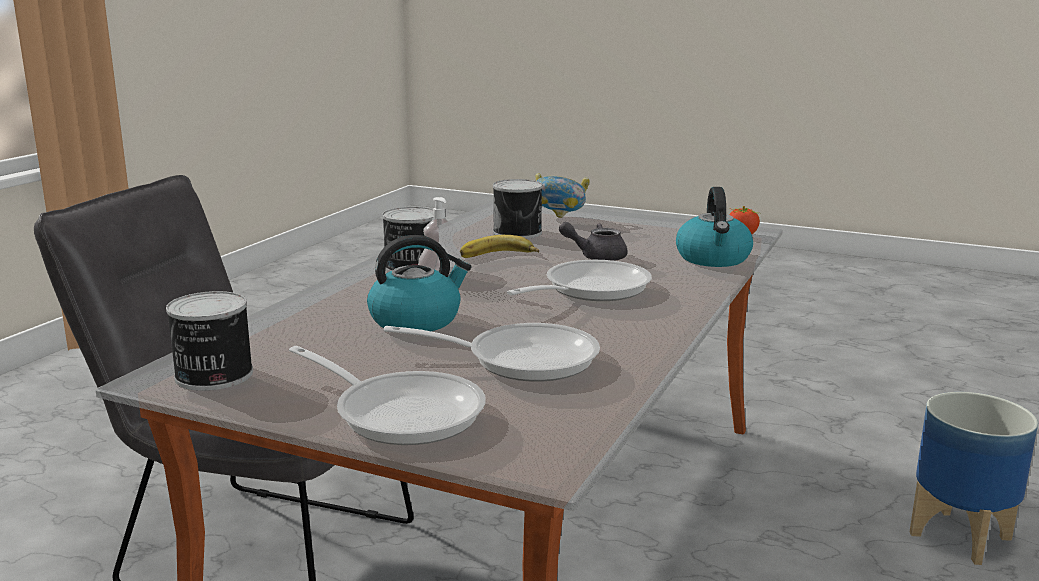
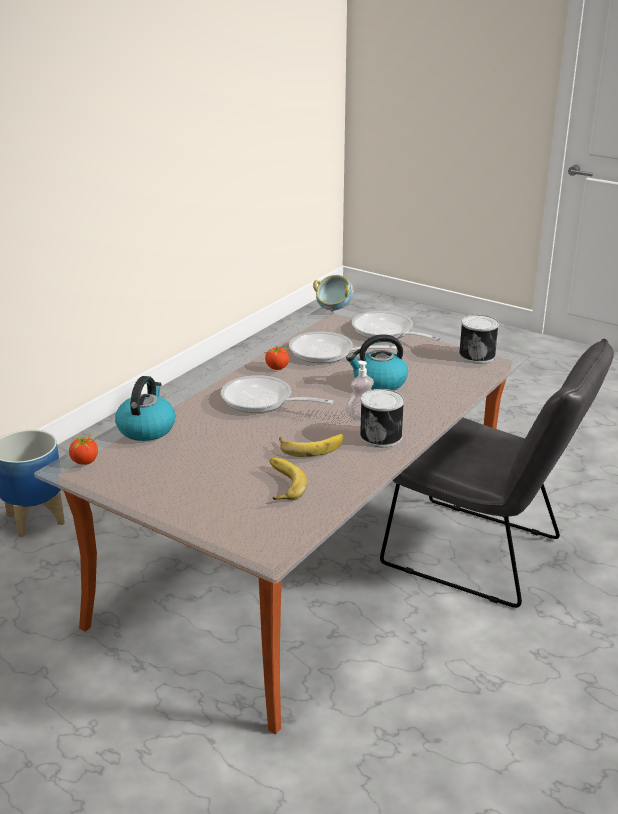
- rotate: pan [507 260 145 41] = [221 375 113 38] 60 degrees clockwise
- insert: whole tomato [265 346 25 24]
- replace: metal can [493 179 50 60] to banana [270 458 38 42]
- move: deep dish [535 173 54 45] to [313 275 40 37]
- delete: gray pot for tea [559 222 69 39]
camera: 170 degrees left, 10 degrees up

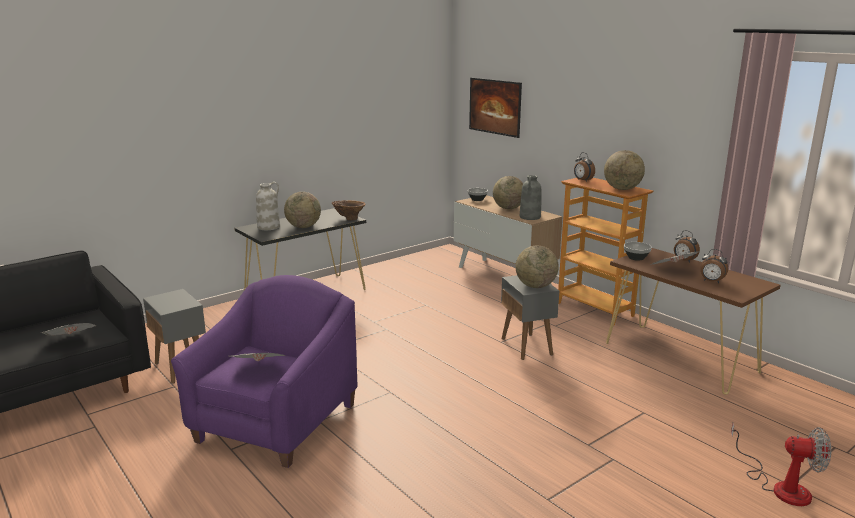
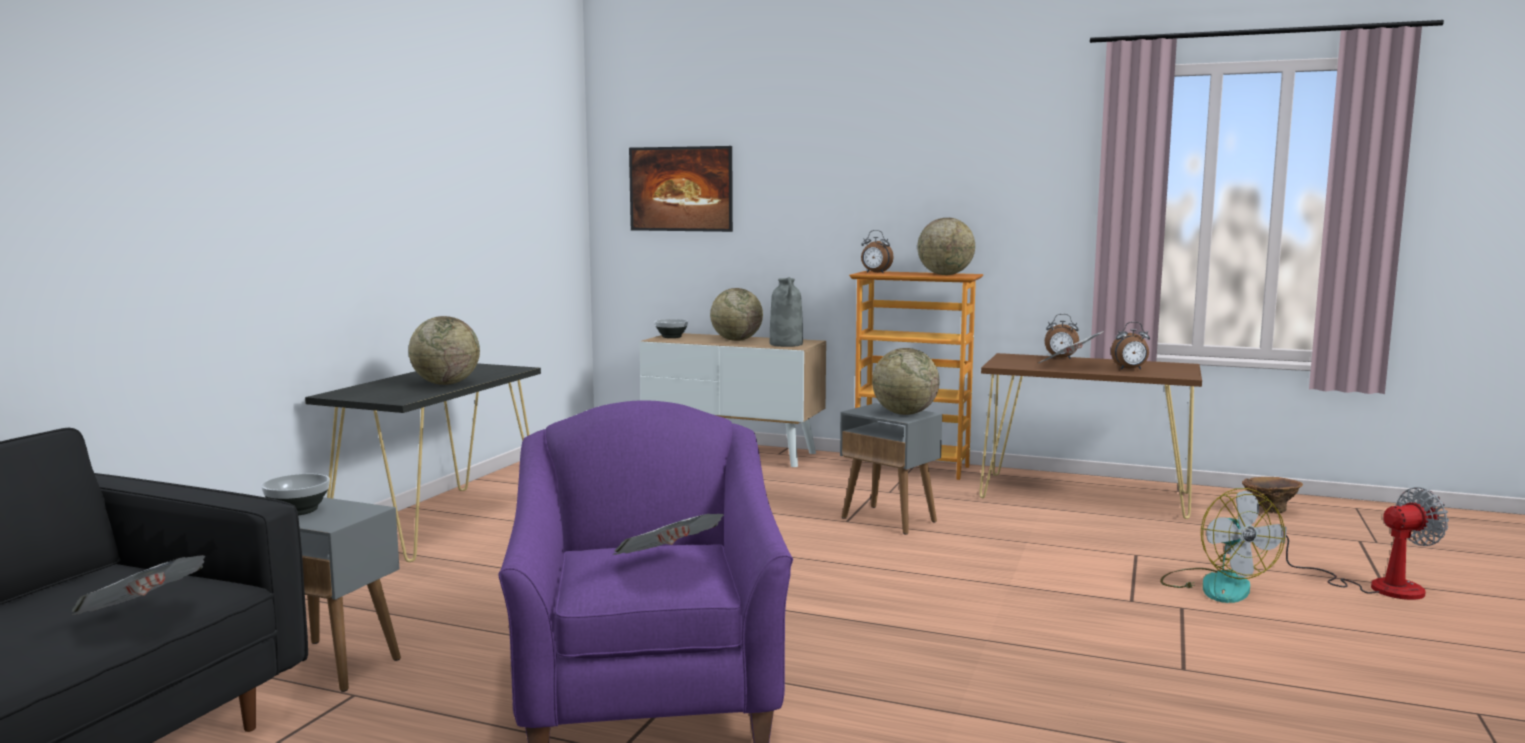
- move: deep dish [624 242 28 19] to [261 474 69 41]
- insert: fan [1160 488 125 115]
- move: brownish flower vase [332 200 34 20] to [1242 477 61 36]
- delete: white-coloured flower vase [256 182 24 48]
camera: 30 degrees left, 10 degrees down

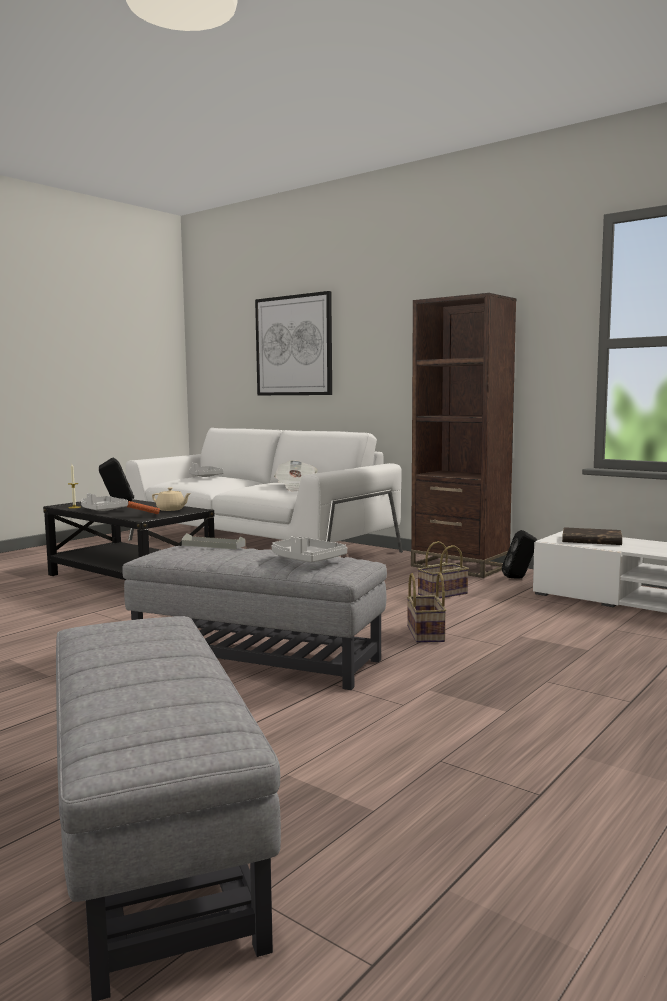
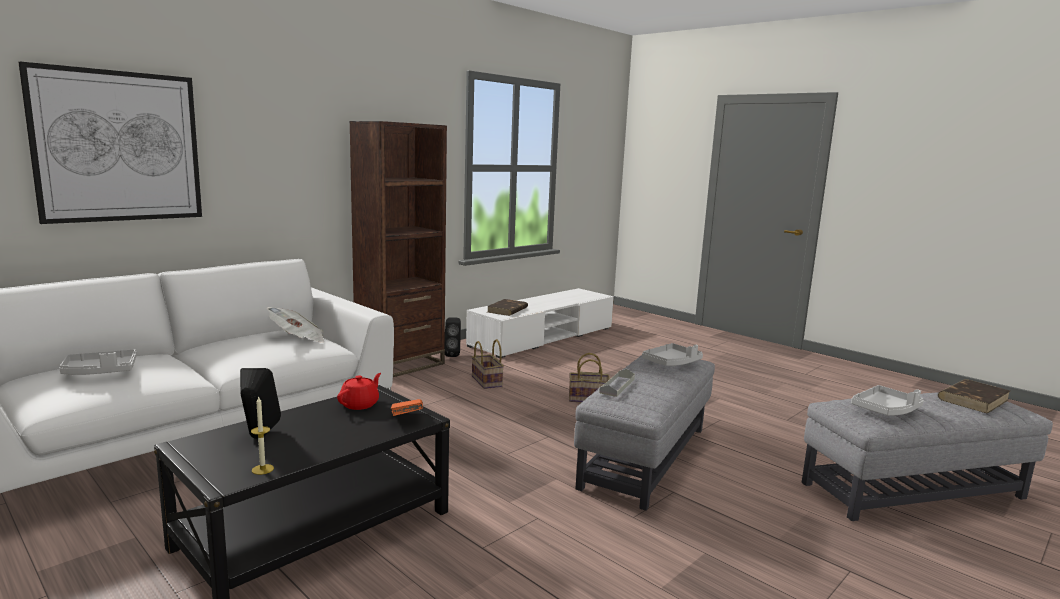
- recolor: beige-coloured pot for tea [152 487 39 24] to reddish pot for tea [337 373 44 37]
- move: gray serving tray [81 493 47 18] to [851 385 73 31]
- insert: brownish book [938 379 72 35]
camera: 85 degrees left, 5 degrees up

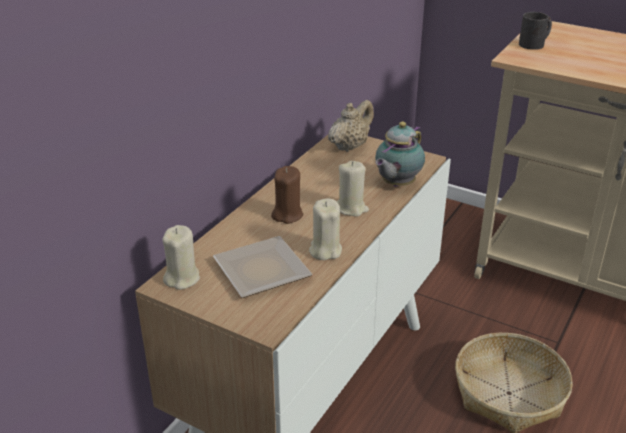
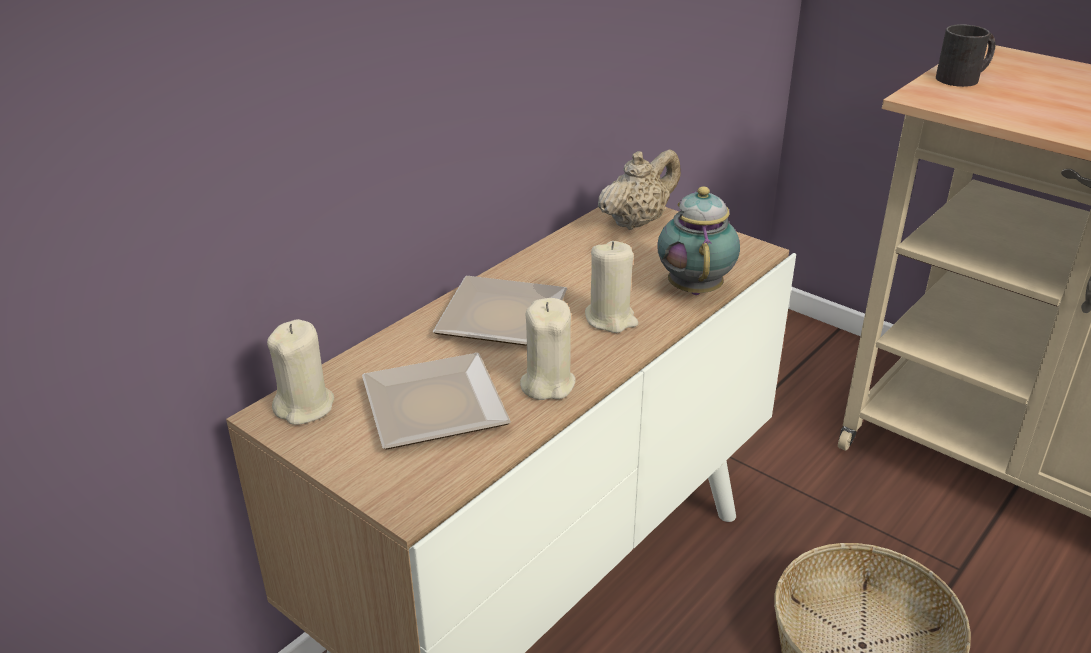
- replace: brownish wax light [271 166 33 58] to dinner plate [433 276 134 70]
- rotate: pot for tea [375 122 50 65] = [657 186 83 109] 135 degrees clockwise
camera: 10 degrees right, 0 degrees up

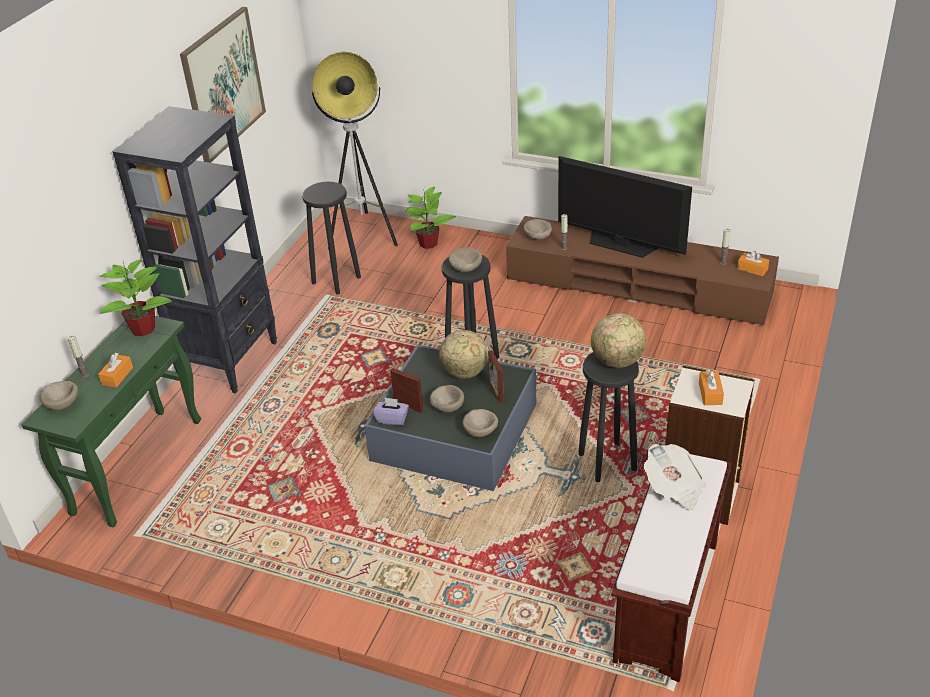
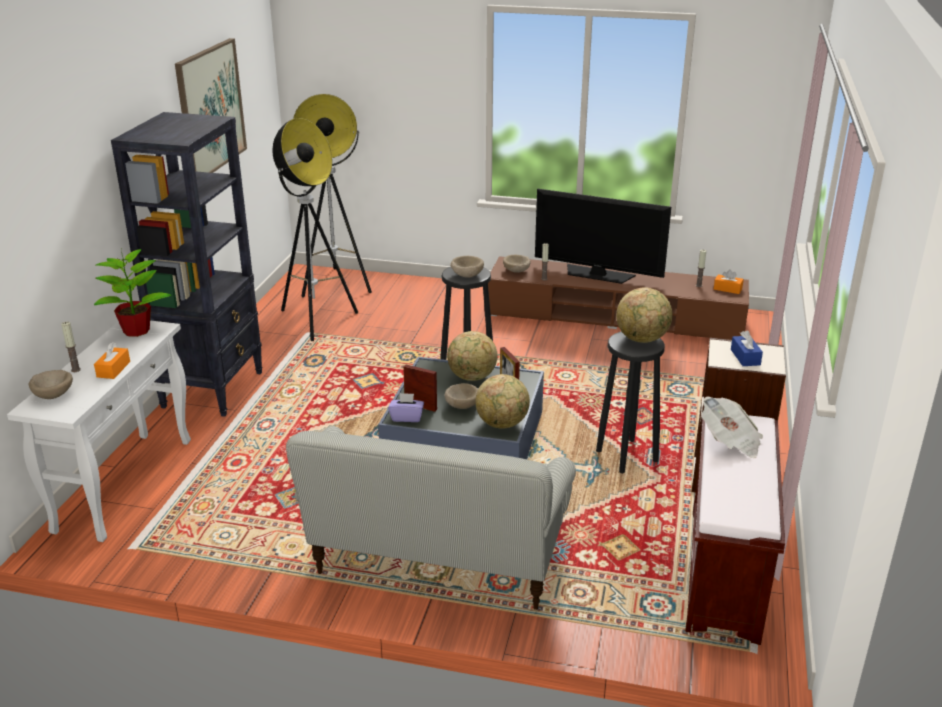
- recolor: green-coloured hall table [21 316 180 211] to white-coloured hall table [7 320 184 222]
- replace: black sitting stool [302 182 59 112] to floor lamp [272 118 86 223]
- insert: sofa [286 426 290 184]
- replace: beige-coloured deep dish [463 409 35 28] to desk globe [475 374 55 54]
- recolor: orange box of tissues [699 370 25 35] to blue box of tissues [731 331 32 35]
- delete: houseplant [405 186 51 63]
camera: 10 degrees left, 10 degrees down

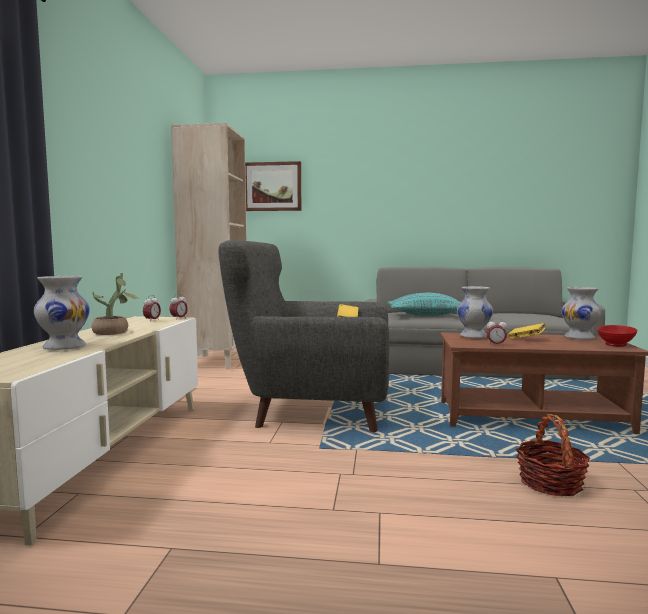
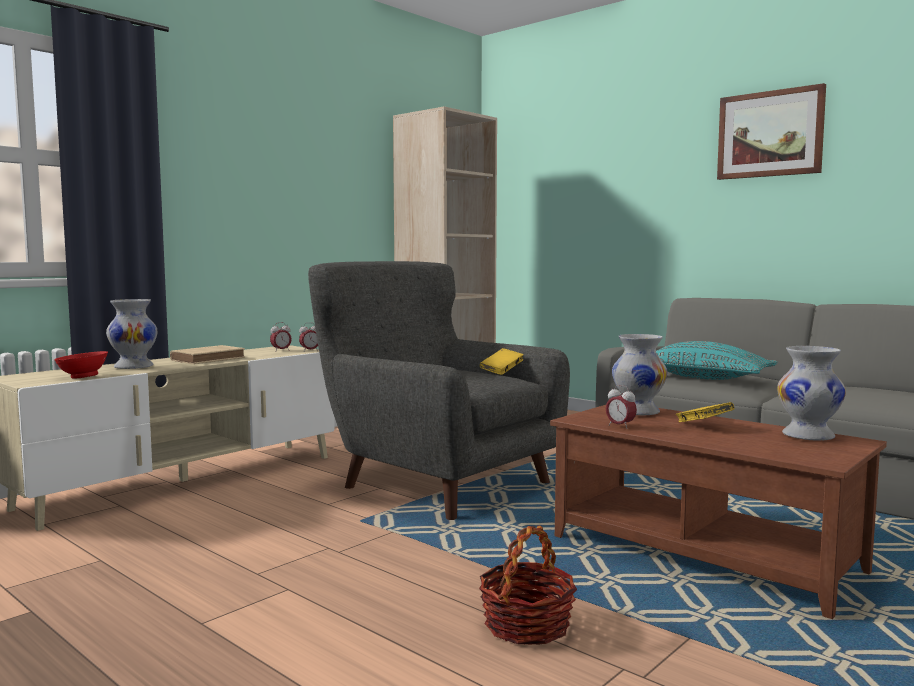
- move: reddish deep dish [597 325 40 22] to [54 351 54 28]
- replace: houseplant [91 273 48 62] to beige-coloured book [170 345 75 19]
- move: wall picture [245 161 56 50] to [717 83 109 97]
camera: 35 degrees right, 0 degrees up

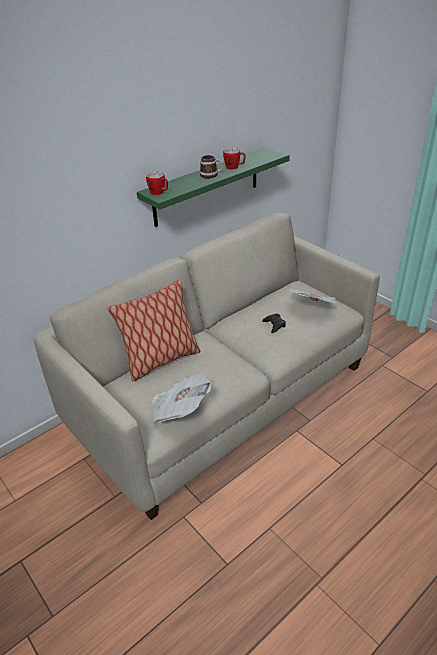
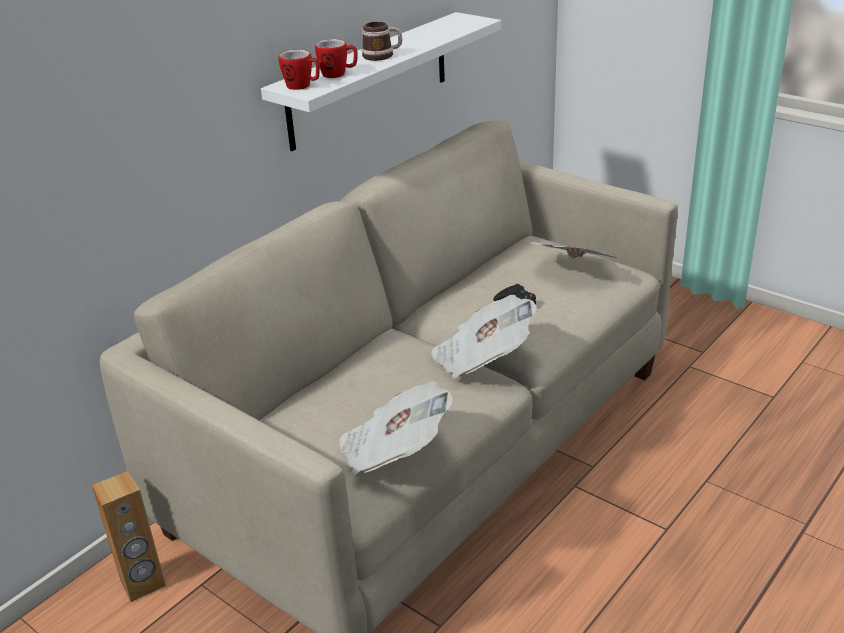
- insert: brownish loudspeaker [91 471 75 131]
- recolor: green-coloured wall shelf [137 147 153 80] to white-coloured wall shelf [261 12 240 139]
- move: tea mug [223 148 23 22] to [315 39 43 39]
- insert: daily paper [431 295 106 83]
- delete: cushion [107 279 94 103]
camera: 10 degrees left, 5 degrees down

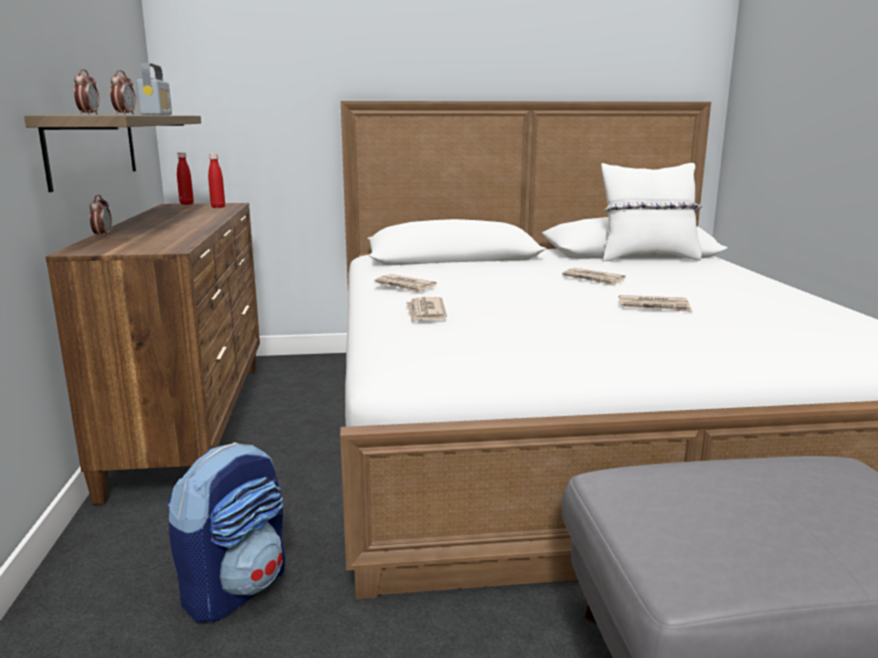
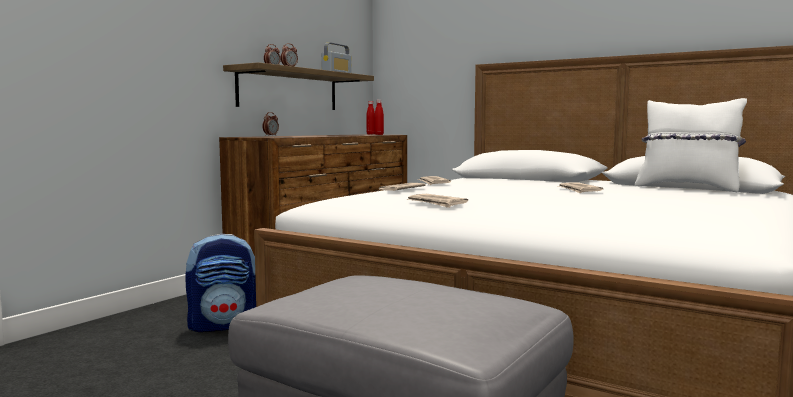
- move: daily paper [619 295 74 18] to [406 194 62 14]
camera: 40 degrees right, 10 degrees down

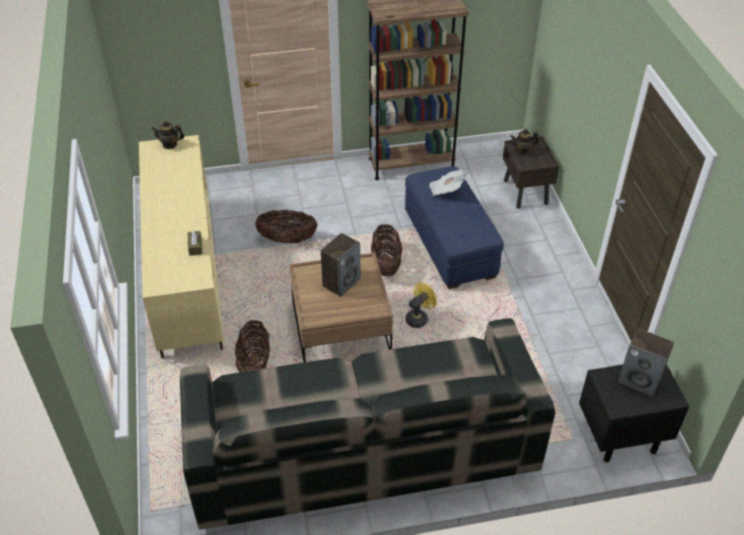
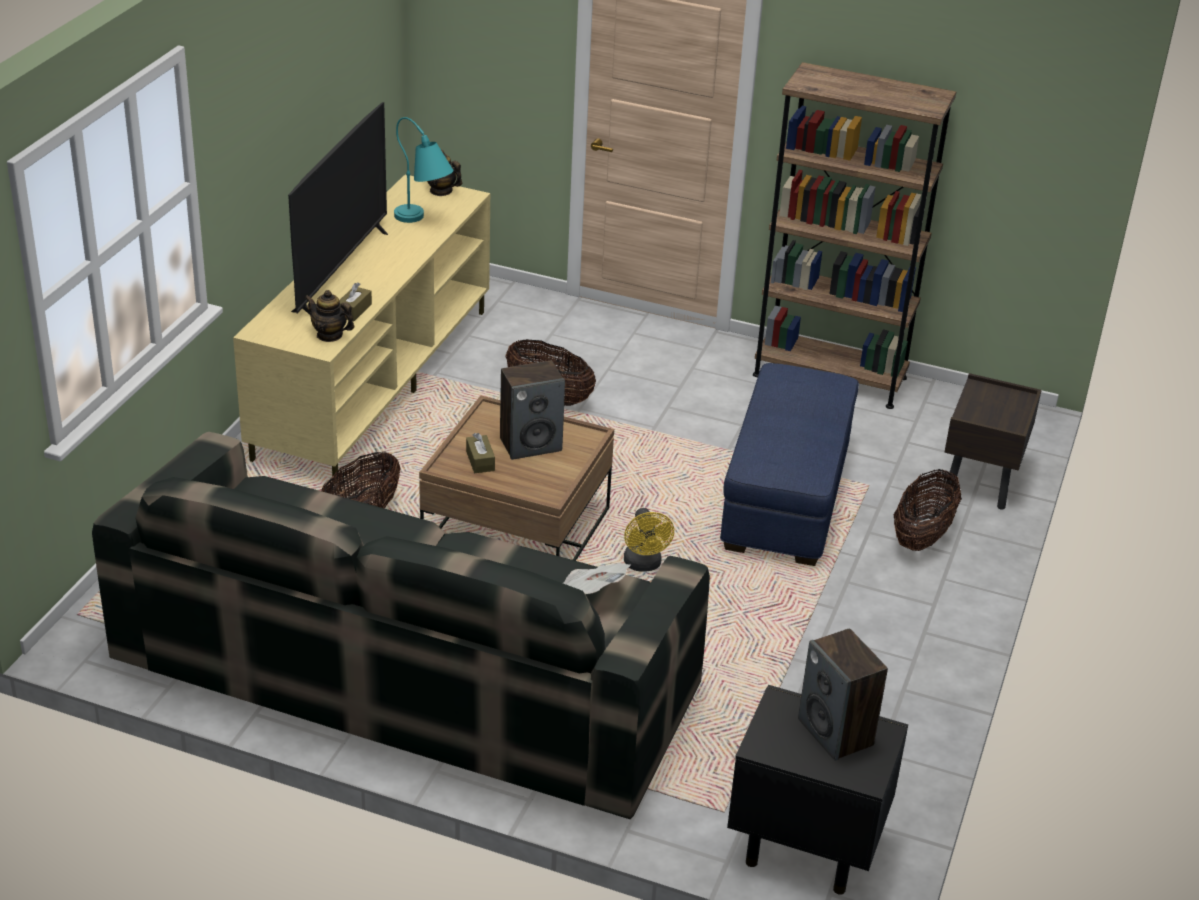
- insert: TV [288 102 100 213]
- move: pot for tea [510 129 29 26] to [304 290 50 52]
- insert: blue-green table lamp [394 117 60 106]
- insert: brownish box of tissues [466 433 29 40]
- move: daily paper [429 170 38 26] to [563 563 68 31]
- rotate: yellow fan [405 283 32 45] = [624 508 50 64] 90 degrees clockwise
- move: basket [371 224 31 52] to [894 469 68 82]
camera: 30 degrees right, 10 degrees down

